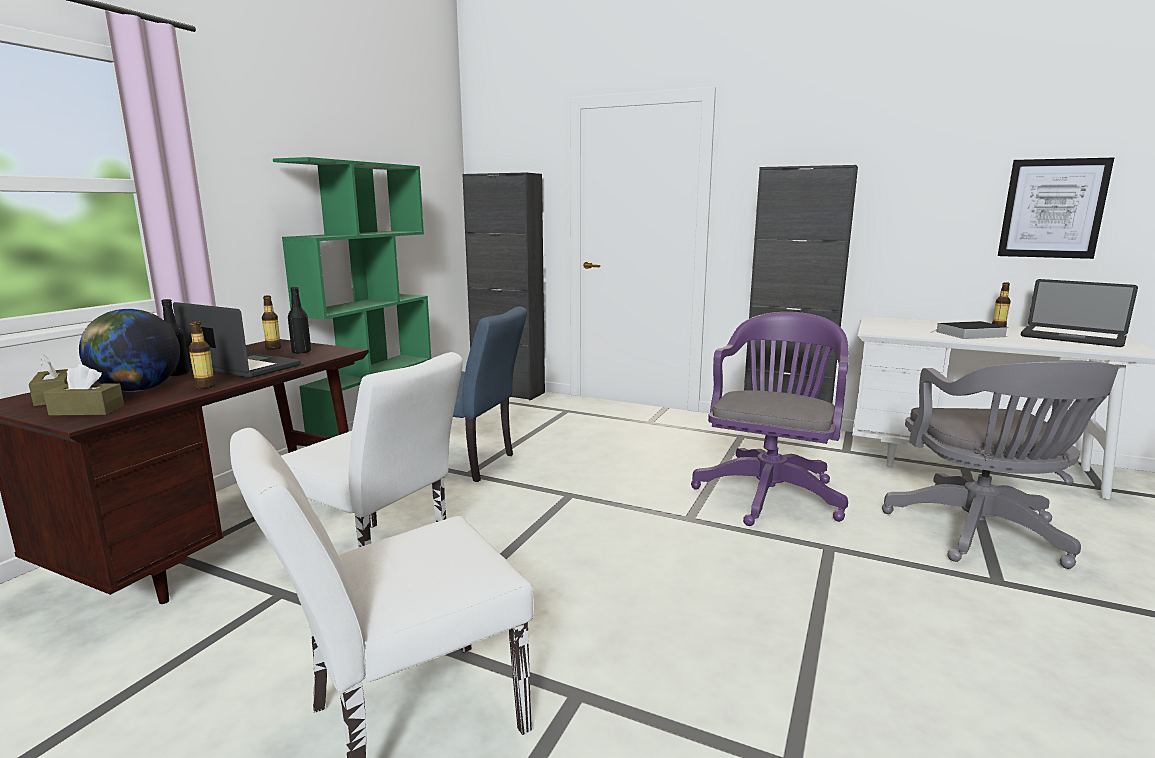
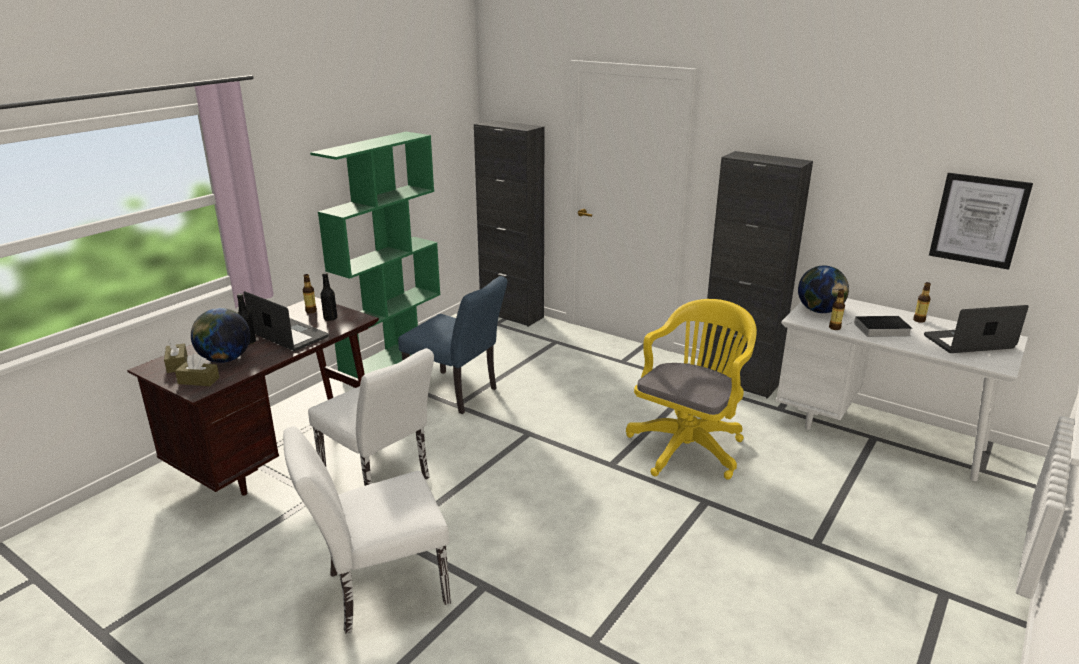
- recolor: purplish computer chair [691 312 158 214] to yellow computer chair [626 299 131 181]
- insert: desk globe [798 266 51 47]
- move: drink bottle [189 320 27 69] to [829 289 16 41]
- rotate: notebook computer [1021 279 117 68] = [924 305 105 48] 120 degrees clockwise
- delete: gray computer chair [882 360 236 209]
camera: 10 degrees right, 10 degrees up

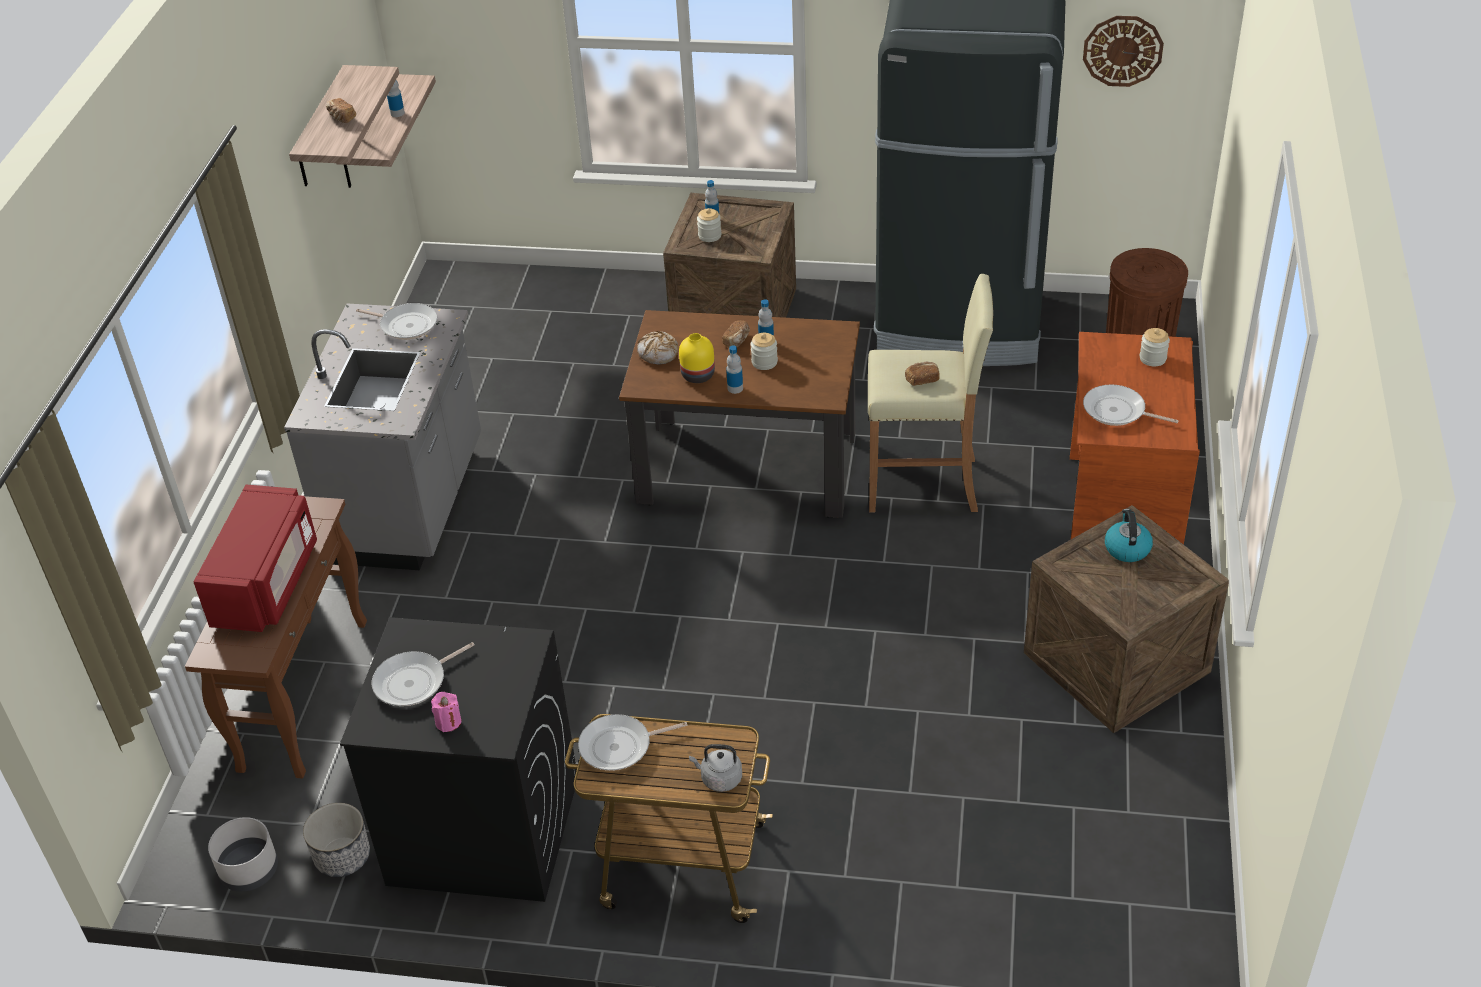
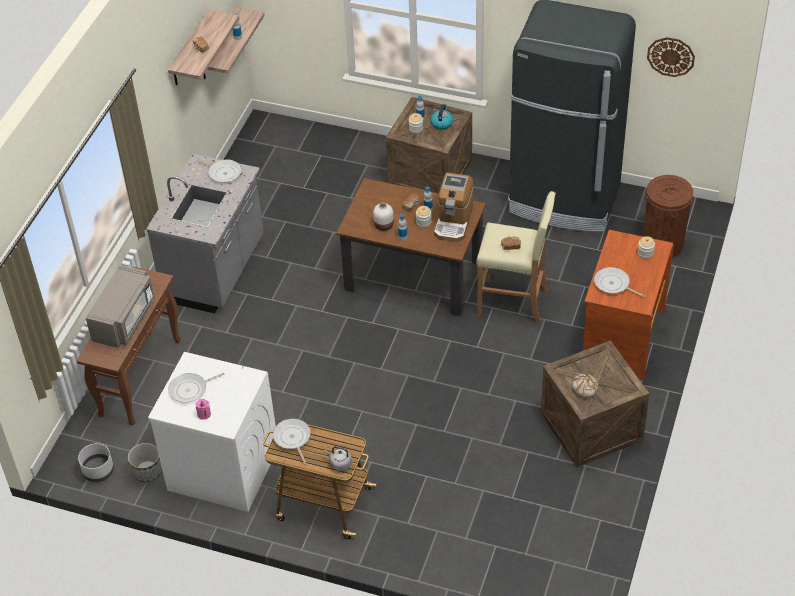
- recolor: reddish microwave oven [193 485 124 147] to gray microwave oven [86 265 69 83]
- recolor: black washing machine [340 617 237 285] to white-coloured washing machine [148 352 128 160]
- rotate: pan [578 714 109 57] = [273 419 38 46] 75 degrees clockwise
- recolor: yellow flower vase [679 333 36 50] to white-coloured flower vase [373 203 21 28]
- move: water kettle [1105 509 48 53] to [430 104 23 26]
- insert: coffee machine [434 173 39 69]
- move: bread [637 331 42 33] to [572 374 27 24]
camera: 10 degrees right, 5 degrees up

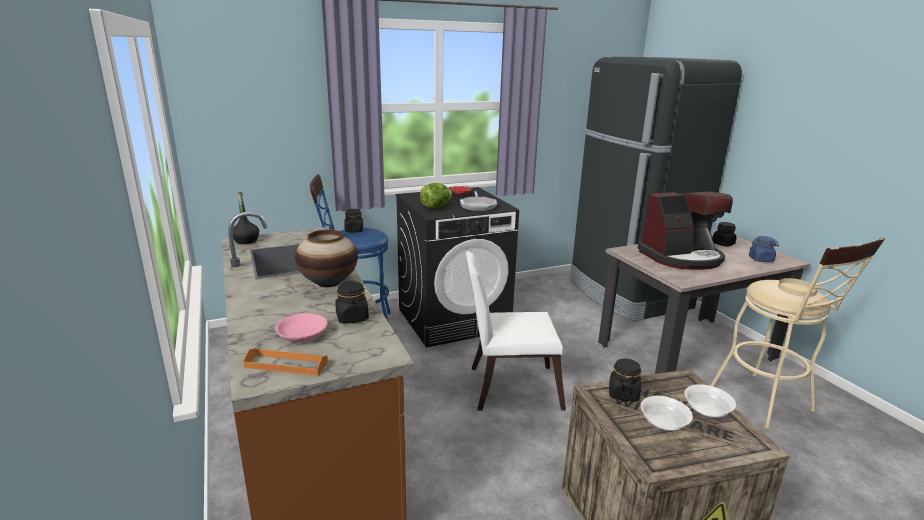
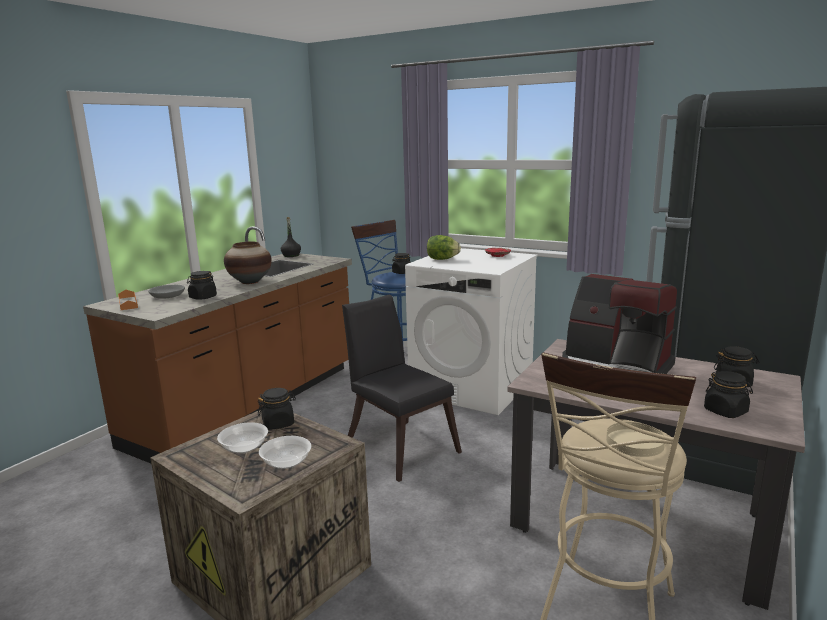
- recolor: pinkish deep dish [275 313 53 30] to gray deep dish [148 285 37 14]
- recolor: white-coloured upright chair [466 251 100 160] to black upright chair [342 294 120 188]
- recolor: black washing machine [396 187 123 160] to white-coloured washing machine [405 248 133 167]
- recolor: blue storage jar [749 236 30 26] to black storage jar [704 371 49 47]
- delete: pan [460 191 37 20]
camera: 55 degrees right, 5 degrees down

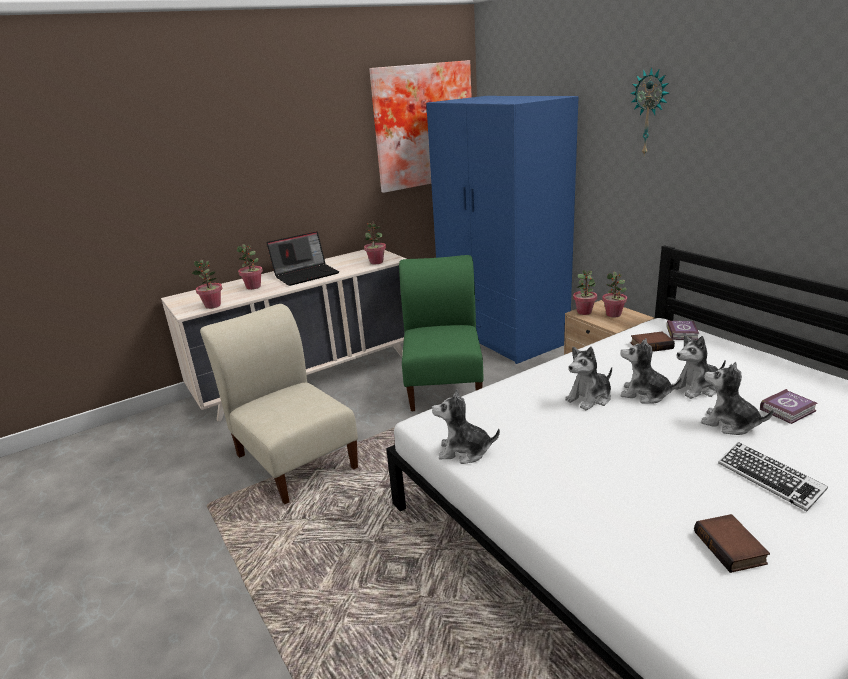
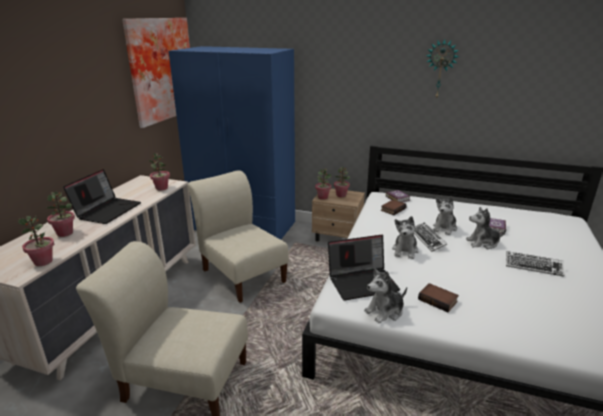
- recolor: green-coloured upright chair [399 255 85 156] to beige-coloured upright chair [188 170 101 133]
- insert: notebook computer [328 235 72 66]
- replace: soft toy [620 338 62 66] to computer keyboard [414 222 33 30]
- move: book [694 514 76 59] to [418 283 41 29]
- move: wall clock [631 67 38 88] to [426 39 33 58]
camera: 40 degrees left, 0 degrees up

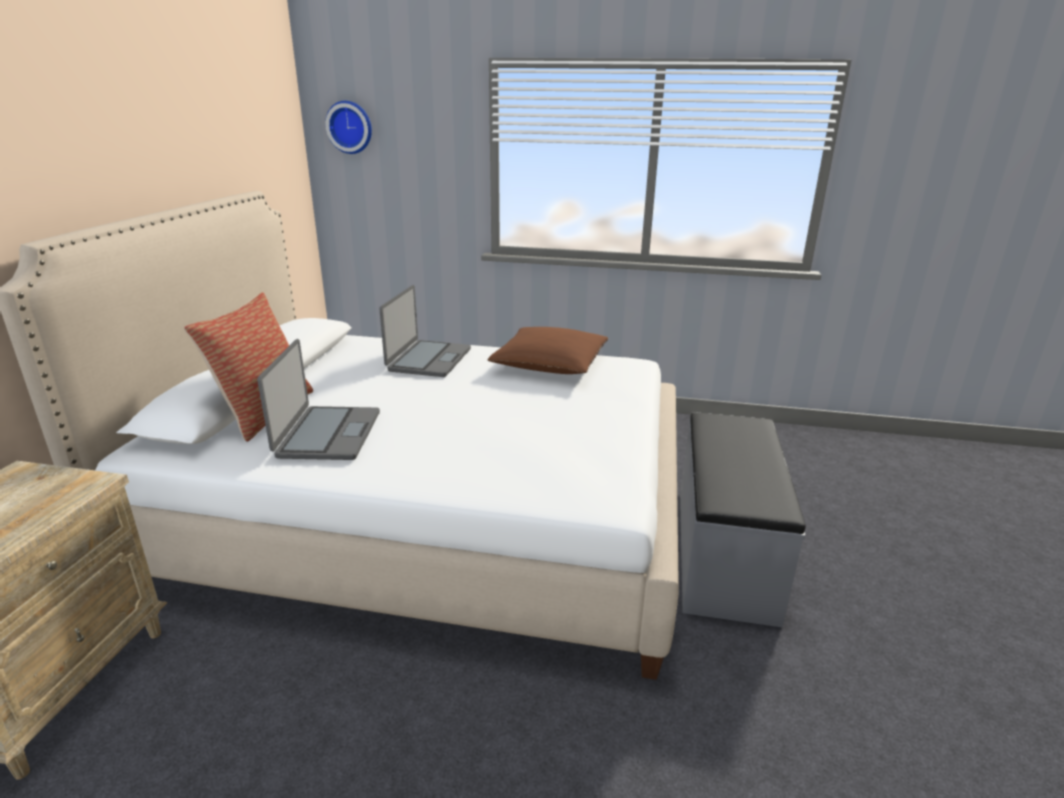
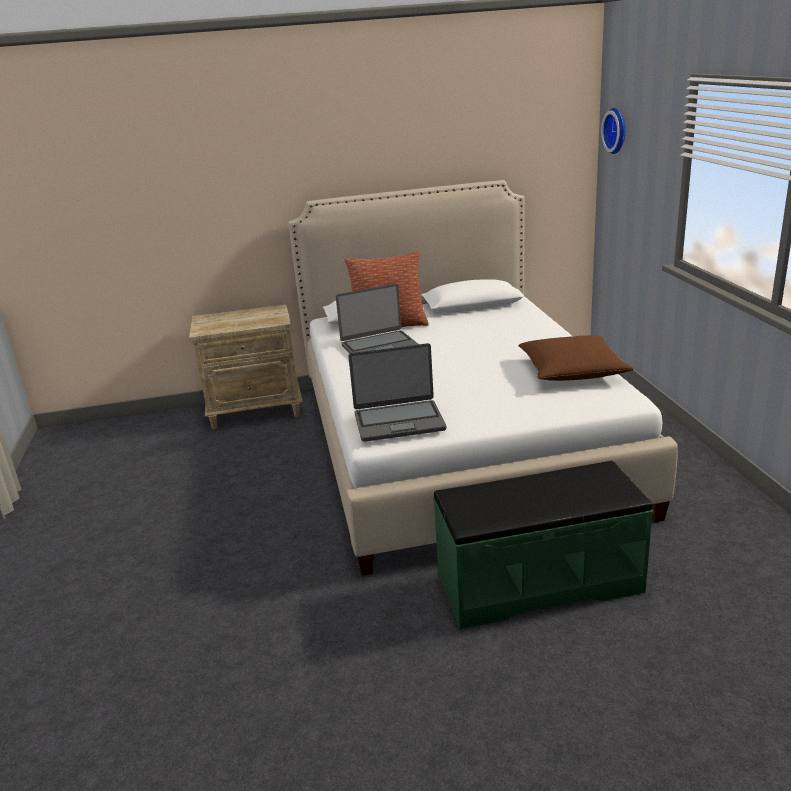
- move: notebook computer [379 285 92 92] to [348 343 98 99]
- recolor: gray indoor bench [680 413 126 214] to green-coloured indoor bench [433 461 221 168]
camera: 70 degrees right, 0 degrees up

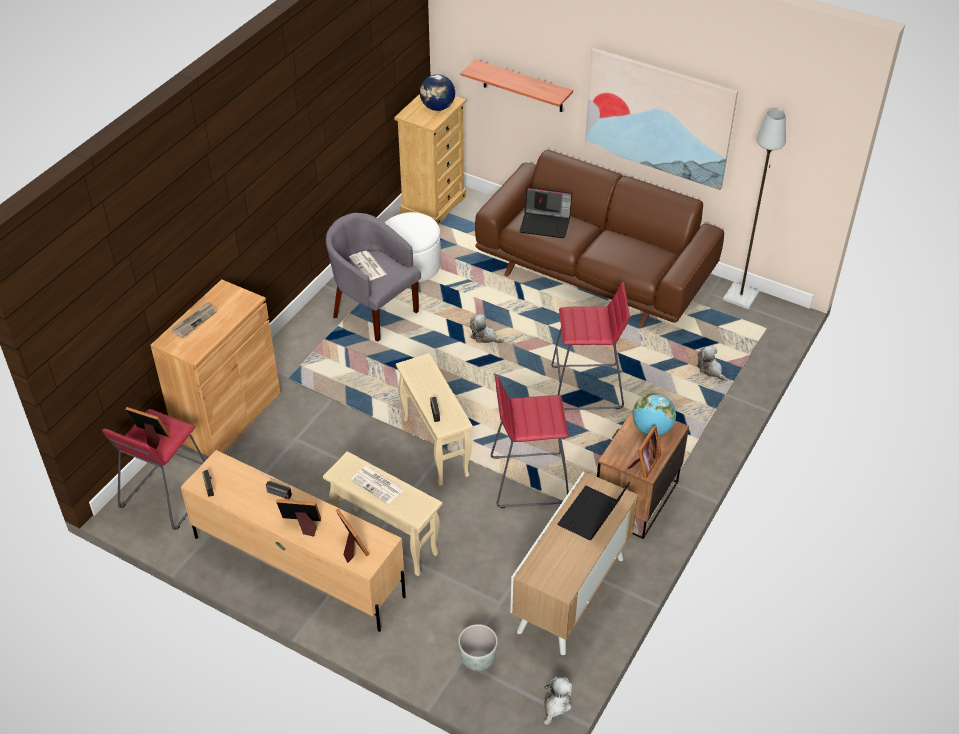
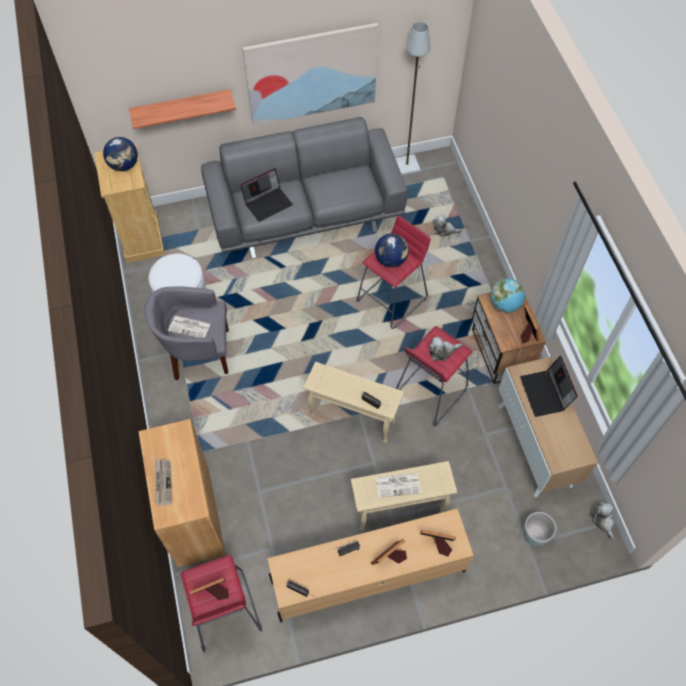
- recolor: brownish sofa [475 150 249 178] to gray sofa [201 117 206 141]
- insert: desk globe [375 234 34 34]
- move: soft toy [470 314 34 29] to [429 337 34 24]
camera: 45 degrees left, 15 degrees up

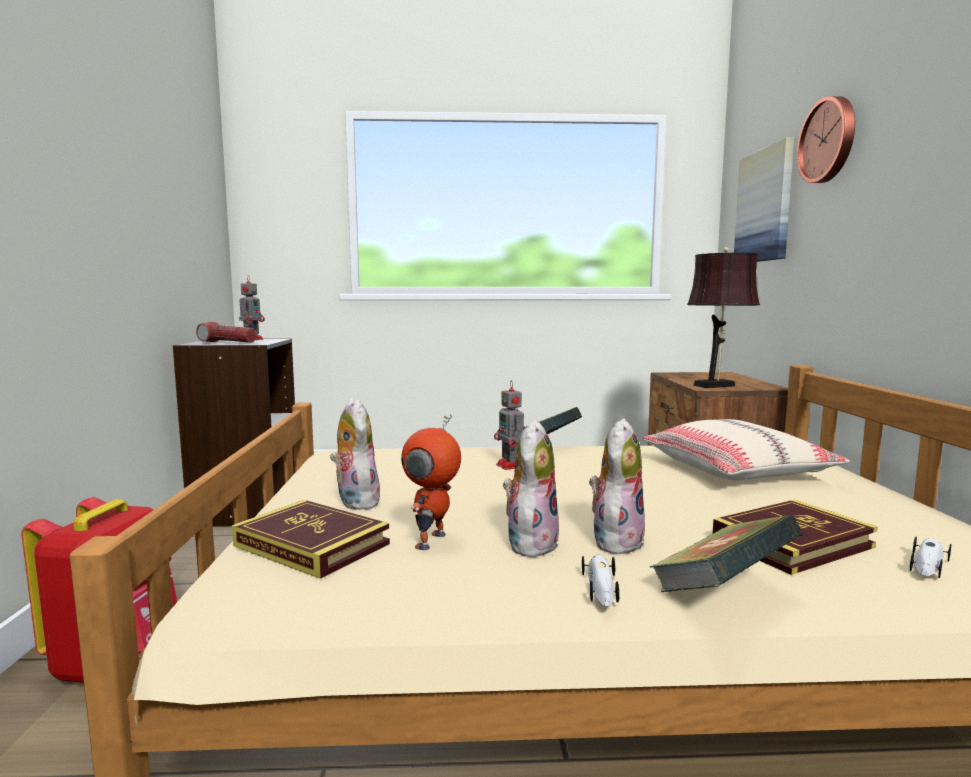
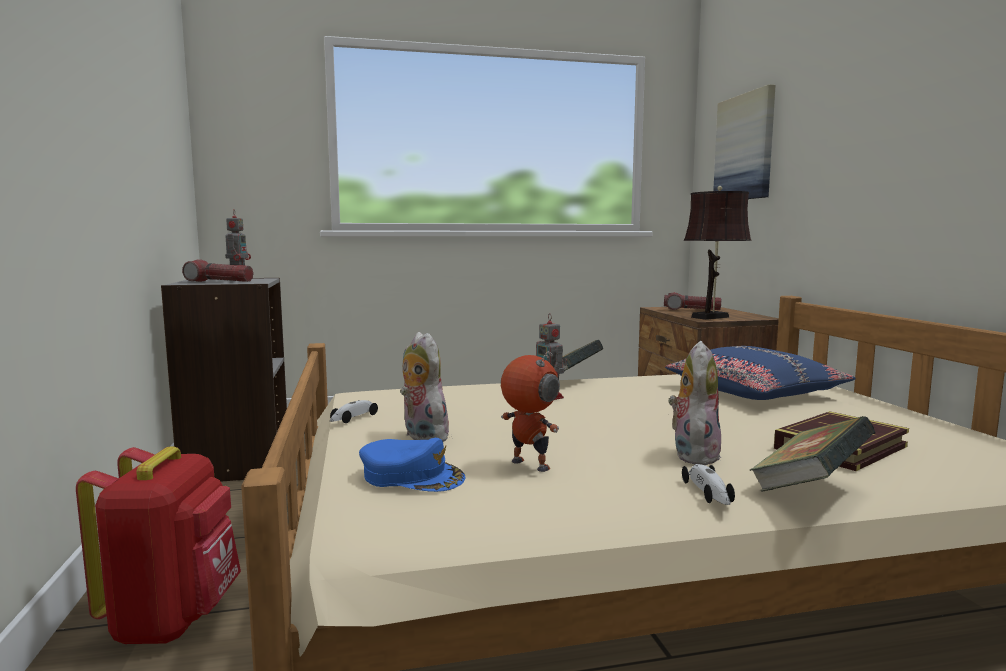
- move: toy car [910 536 41 42] to [330 400 48 23]
- replace: book [232 500 158 79] to blue baseball cap [359 438 107 54]
- rotate: toy robot [401 414 60 136] = [501 351 59 121] 120 degrees clockwise
- insert: hand torch [664 292 58 18]
- recolor: beige-coloured cushion [642 419 208 61] to blue cushion [665 346 191 54]
- delete: soft toy [503 420 56 137]
- delete: wall clock [797 96 58 87]
camera: 10 degrees left, 0 degrees up

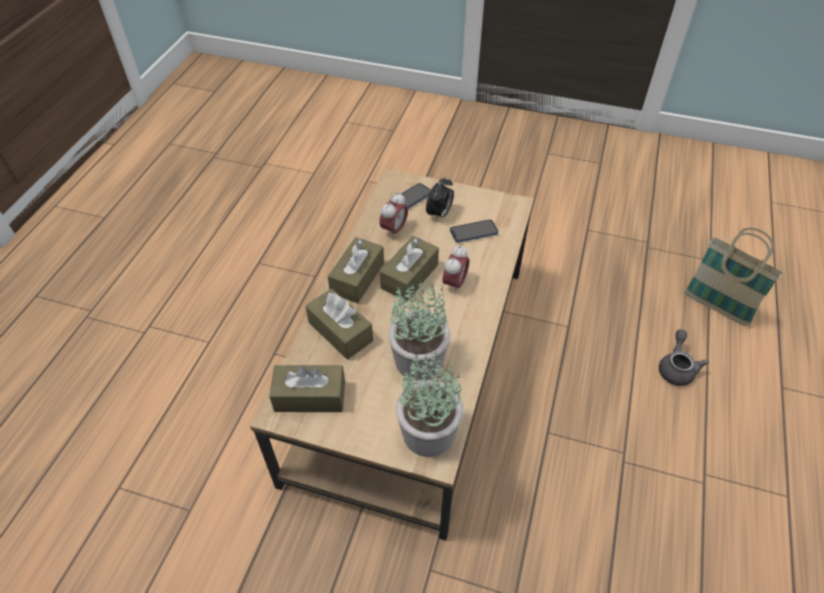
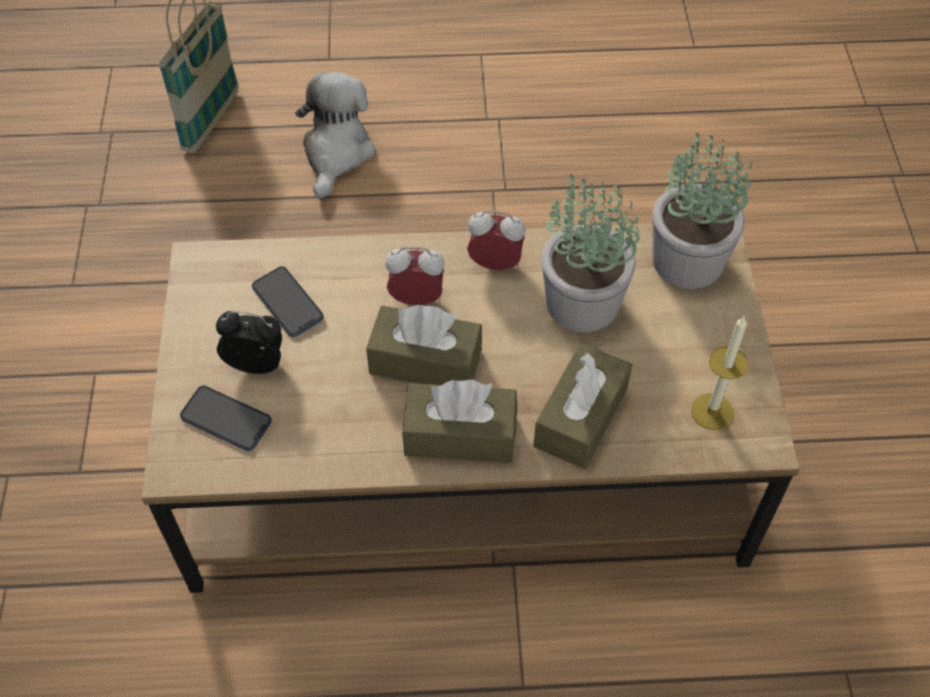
- replace: gray pot for tea [659 329 50 57] to soft toy [295 72 80 127]
- move: table clock [380 192 28 47] to [467 210 58 60]
- replace: brownish box of tissues [269 365 76 47] to wax light [691 317 57 113]
camera: 110 degrees left, 5 degrees up

